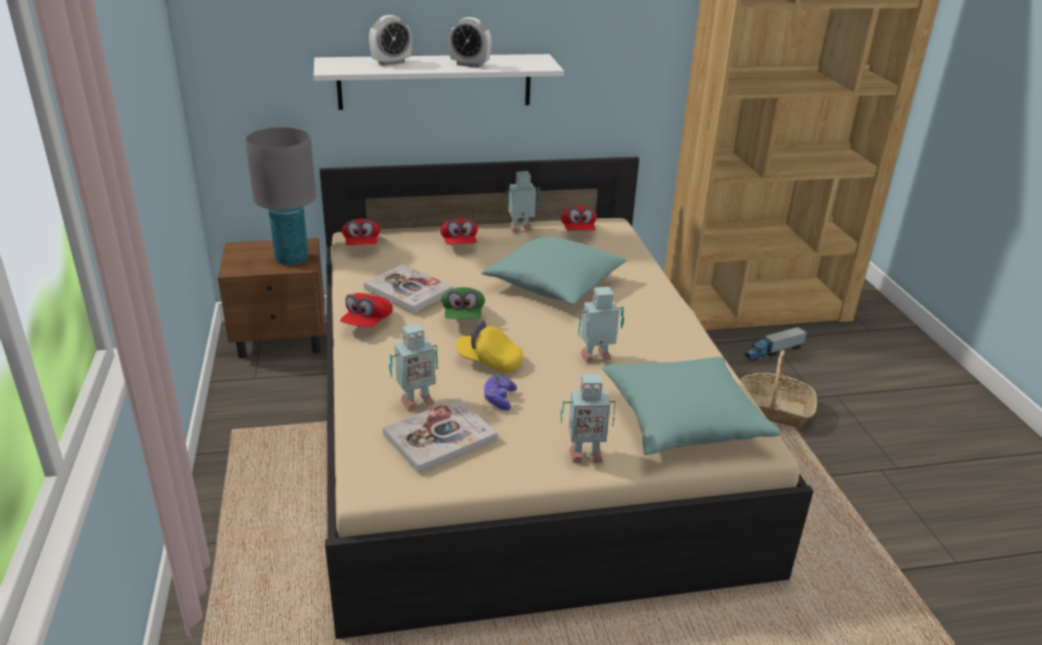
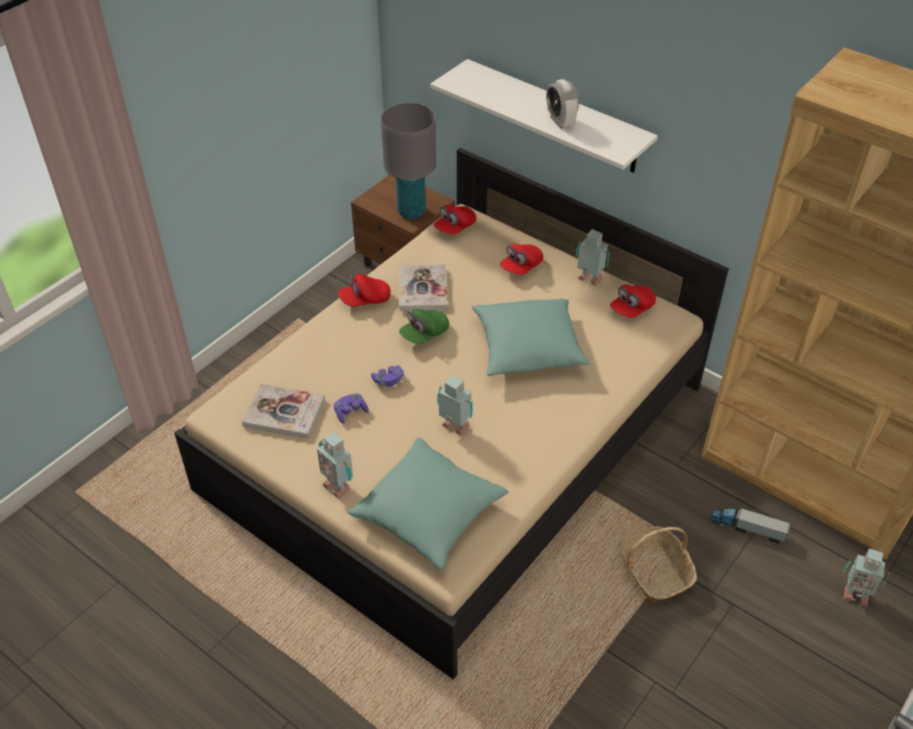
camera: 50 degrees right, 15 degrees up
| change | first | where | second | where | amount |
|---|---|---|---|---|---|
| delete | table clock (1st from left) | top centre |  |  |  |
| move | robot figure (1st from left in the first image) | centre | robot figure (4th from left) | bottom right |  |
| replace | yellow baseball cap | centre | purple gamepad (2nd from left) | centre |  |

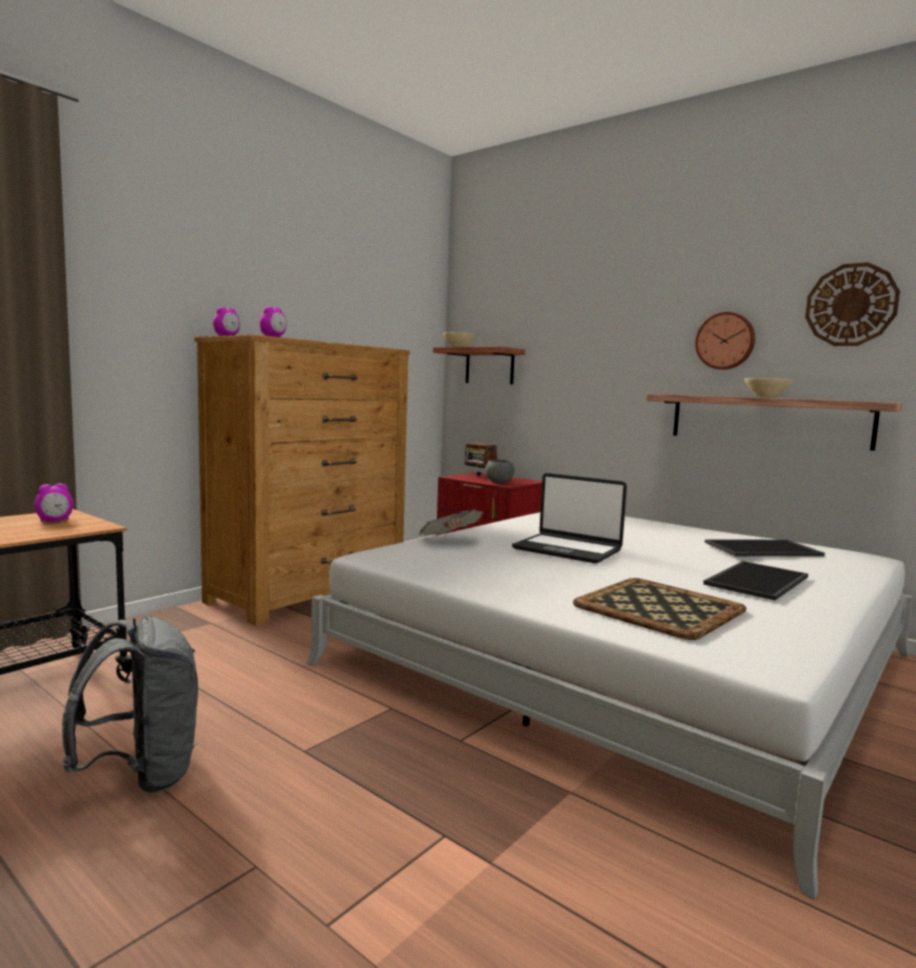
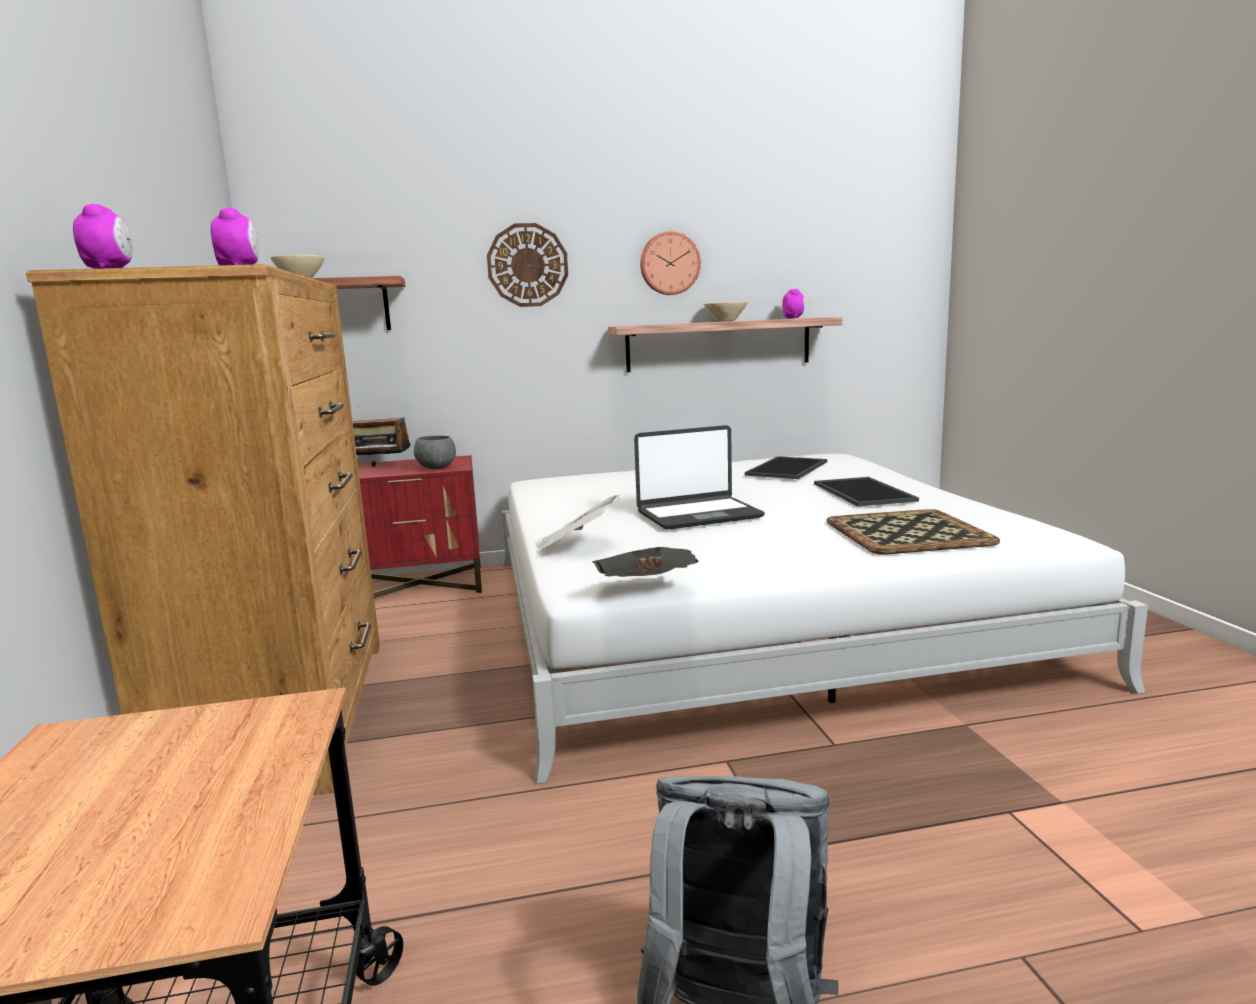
camera: 50 degrees left, 5 degrees up
| change | first | where | second | where | amount |
|---|---|---|---|---|---|
| insert |  |  | printed paper (2nd from left) | centre |  |
| move | table clock (1st from left in the first image) | middle left | table clock (3rd from left) | top centre |  |
| move | hanging clock (2nd from left in the first image) | top right | hanging clock (1st from left) | top centre |  |

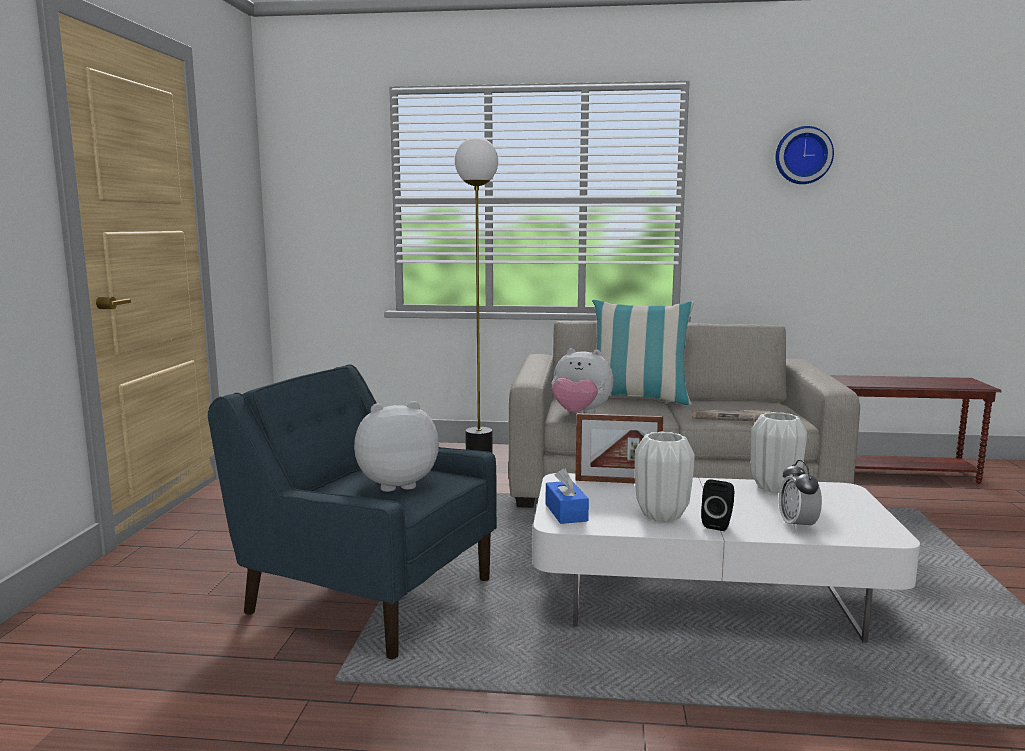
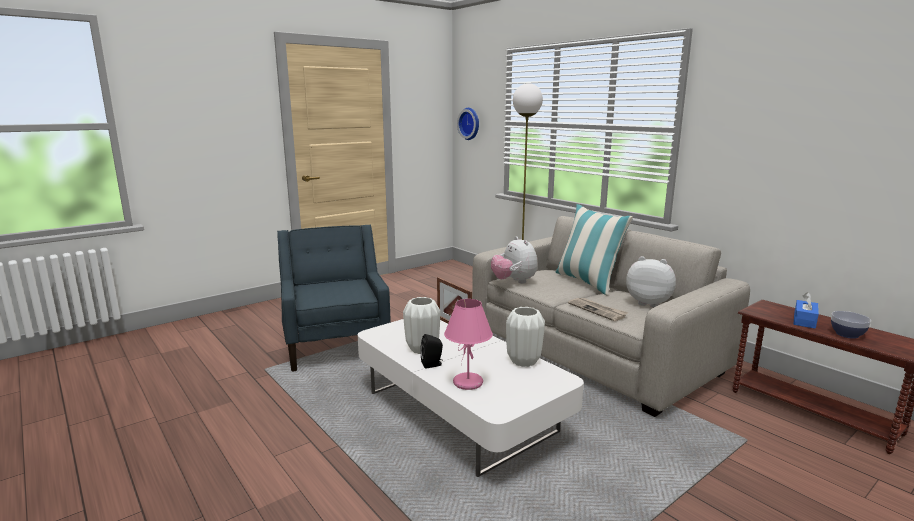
camera: 45 degrees right, 5 degrees up
| change | first | where | second | where | amount |
|---|---|---|---|---|---|
| insert |  |  | serving bowl | middle right |  |
| move | cuddly toy (1st from left in the first image) | centre | cuddly toy (2nd from left) | middle right |  |
| move | blue tissue box | centre |  | middle right |  |
| move | hanging clock | top right |  | top centre |  |
| replace | table clock | middle right | pink lamp for a table | centre |  |

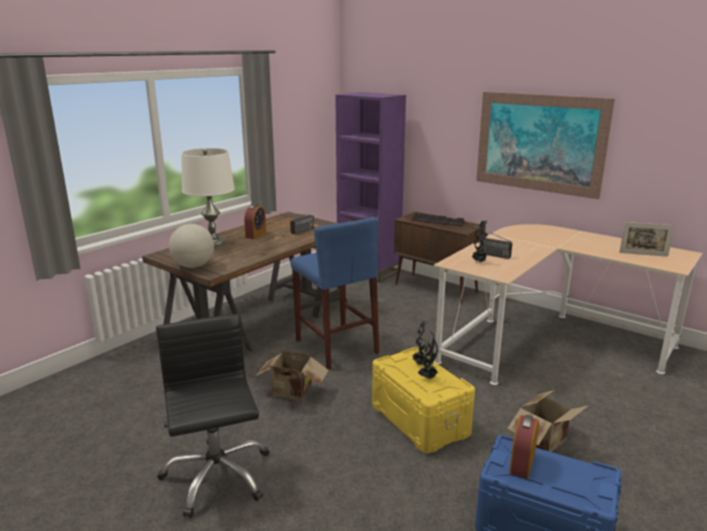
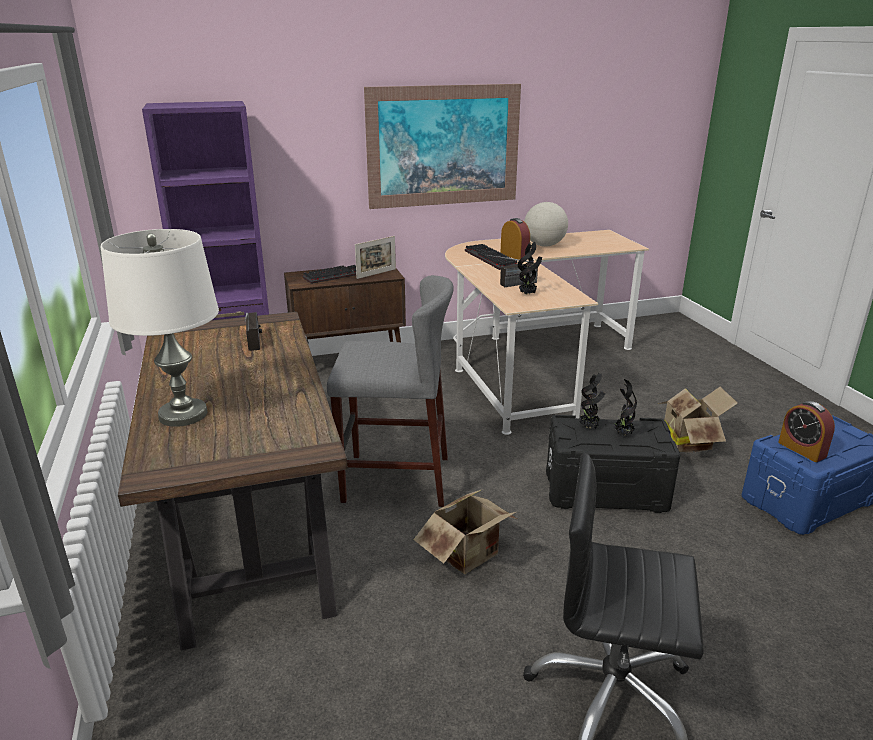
camera: 55 degrees left, 5 degrees up
| change | first | where | second | where | amount |
|---|---|---|---|---|---|
| insert |  |  | keyboard (2nd from left) | centre |  |
| move | desk globe | middle left |  | top centre |  |
| move | table clock (1st from left) | centre |  | top centre |  |
| move | picture frame | middle right |  | centre |  |
| recolor | blue sitting stool | centre | grey sitting stool | centre |  |
| recolor | yellow storage container | bottom centre | black storage container | middle right |  |

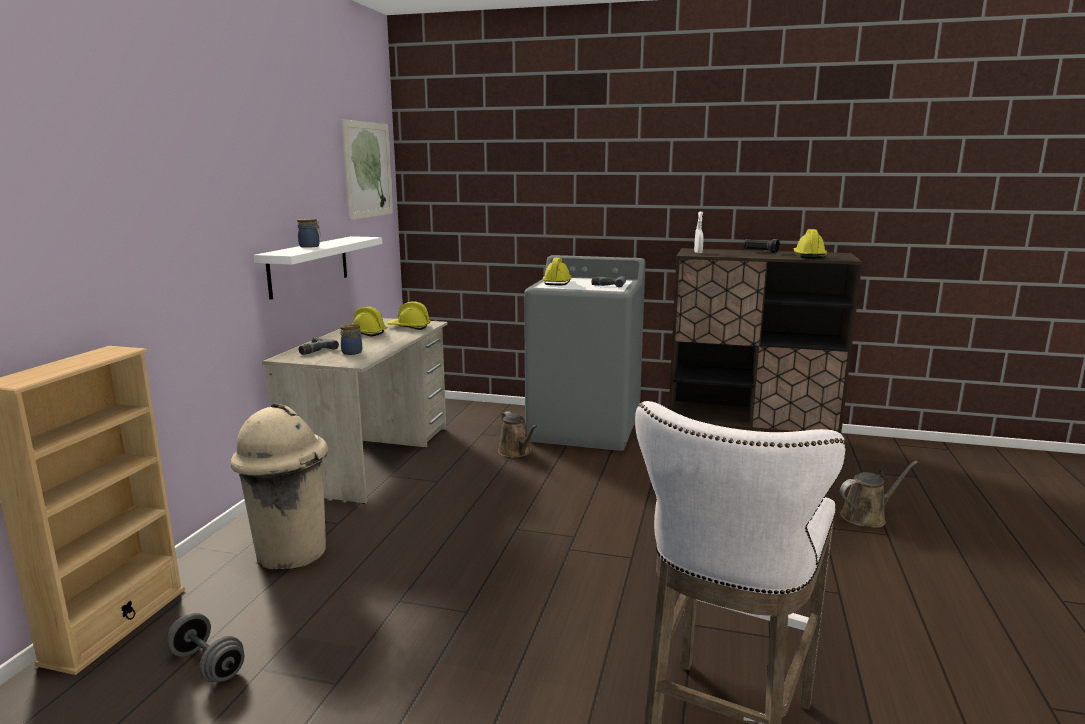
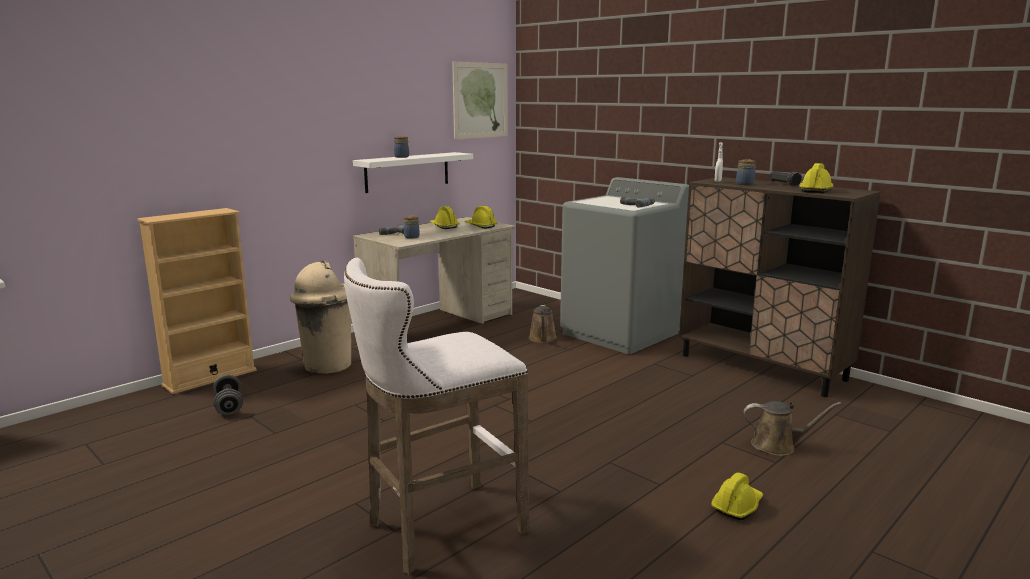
camera: 30 degrees right, 0 degrees up
| change | first | where | second | where | amount |
|---|---|---|---|---|---|
| insert |  |  | jar (3rd from left) | top right |  |
| move | yellow safety helmet (3rd from left) | centre |  | bottom right |  |

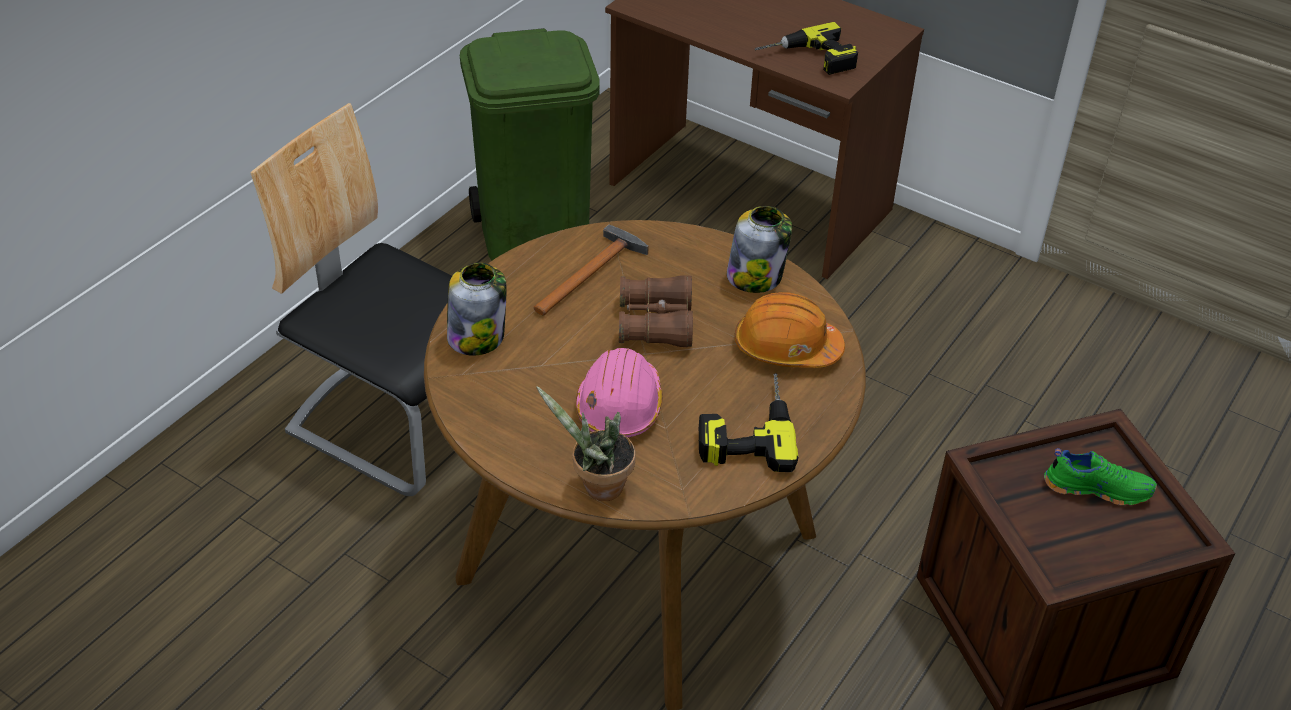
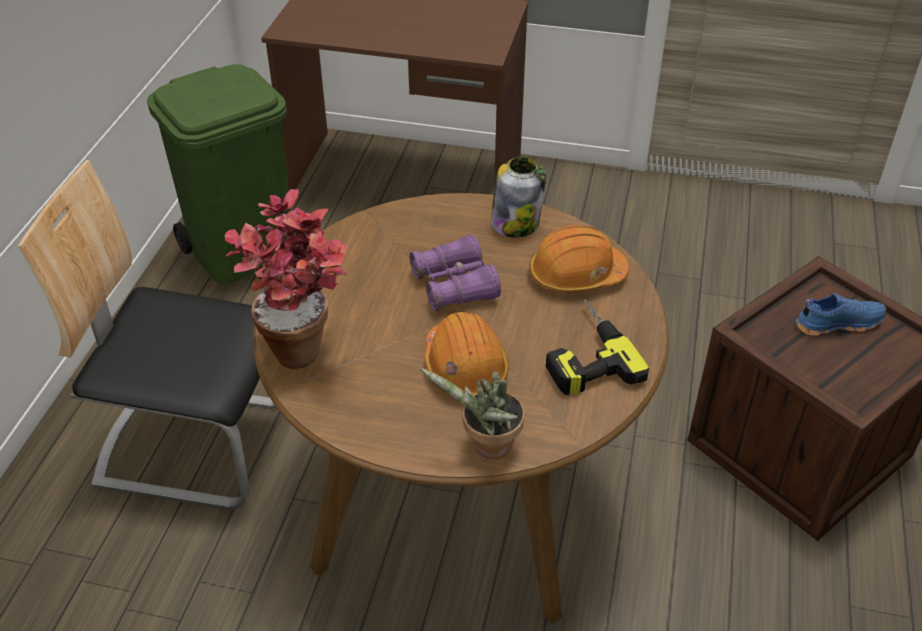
camera: 20 degrees left, 0 degrees up
| change | first | where | second | where | amount |
|---|---|---|---|---|---|
| delete | hand hammer | centre |  |  |  |
| delete | electric drill (2nd from left) | top centre |  |  |  |
| replace | jar (1st from left) | centre | houseplant (1st from left) | middle left |  |
| recolor | pink safety helmet | centre | orange-coloured safety helmet (1st from left) | centre |  |
| recolor | brown binoculars | centre | purple binoculars | centre |  |
| recolor | green low shoe | bottom right | blue low shoe | middle right |  |

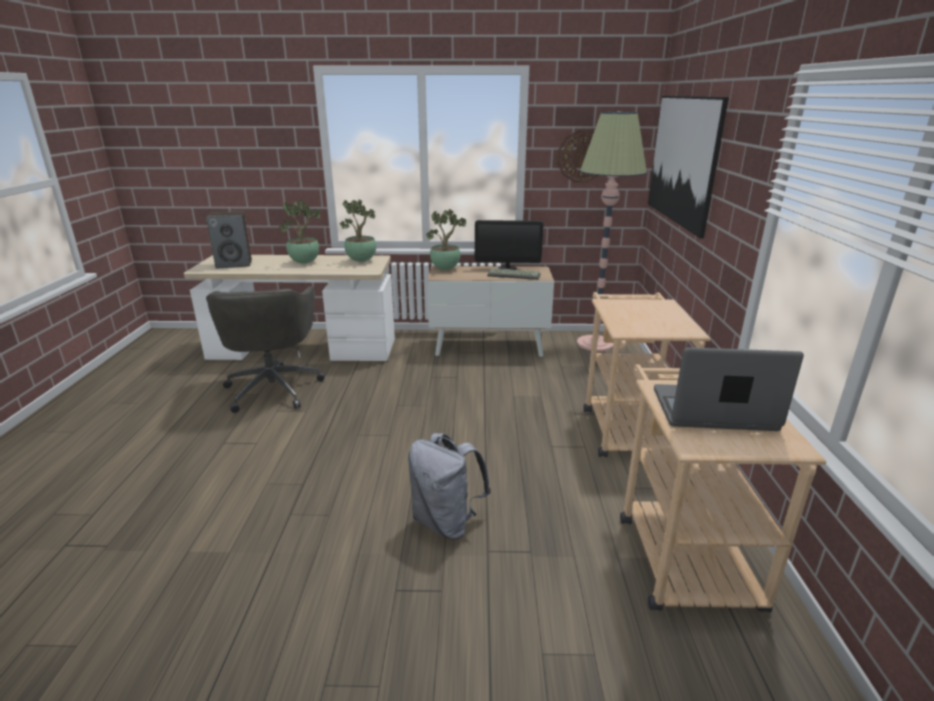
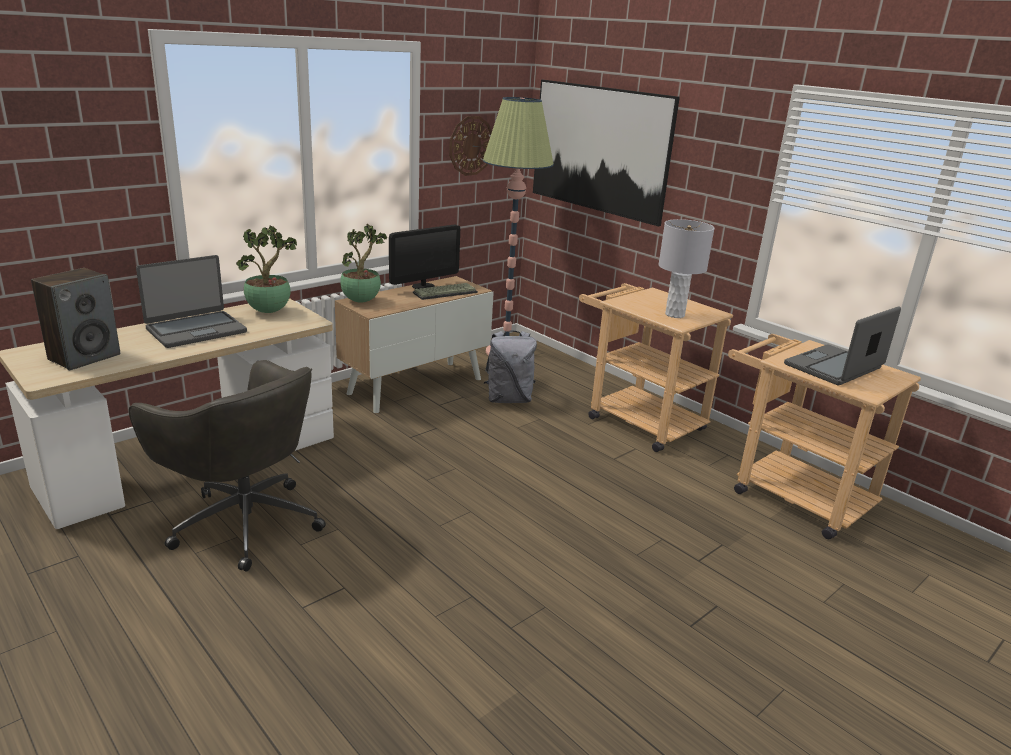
camera: 45 degrees left, 0 degrees up
| change | first | where | second | where | amount |
|---|---|---|---|---|---|
| insert |  |  | grey lamp for a table | middle right |  |
| move | grey knapsack | bottom centre |  | centre |  |
| replace | houseplant (1st from left) | top left | notebook computer (1st from left) | middle left |  |

